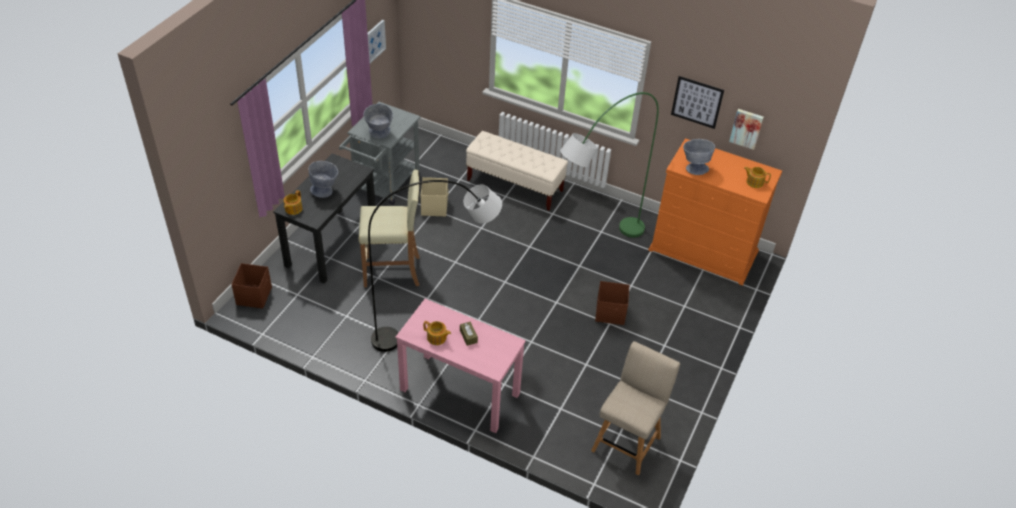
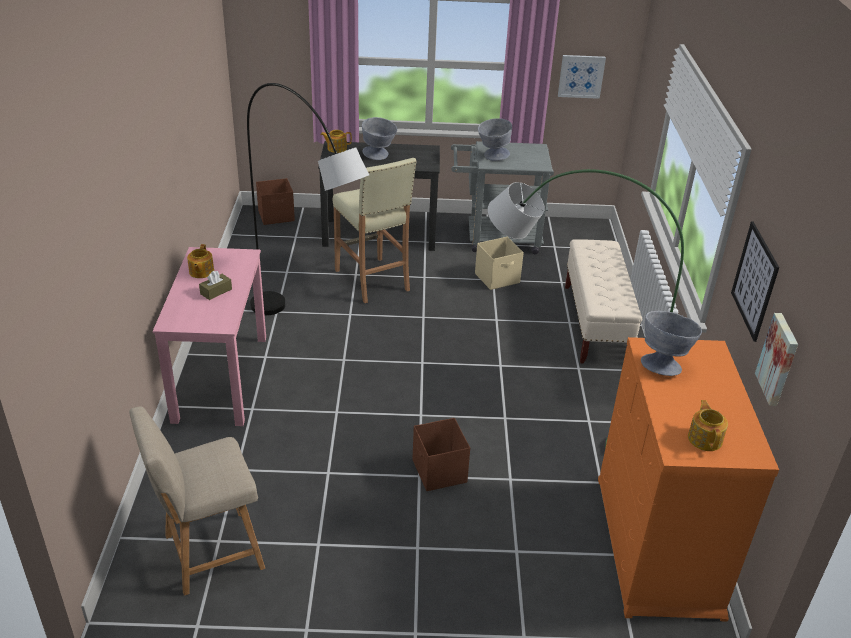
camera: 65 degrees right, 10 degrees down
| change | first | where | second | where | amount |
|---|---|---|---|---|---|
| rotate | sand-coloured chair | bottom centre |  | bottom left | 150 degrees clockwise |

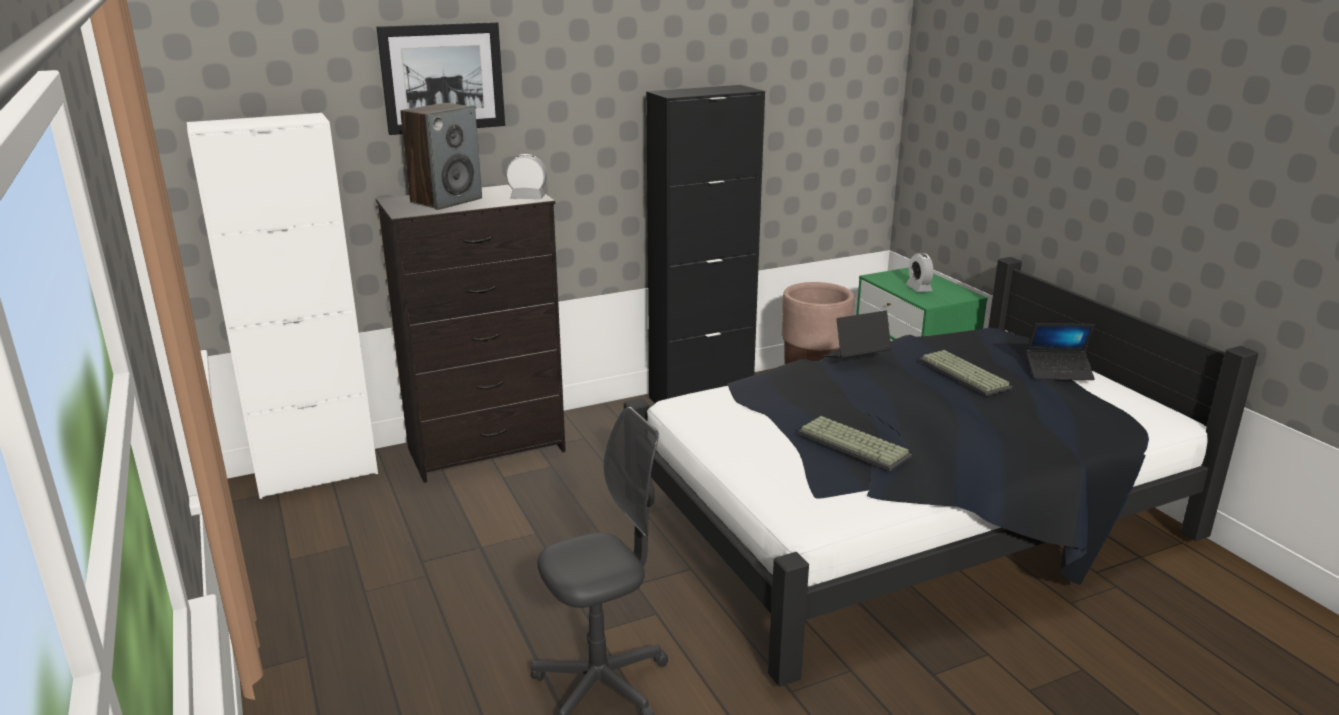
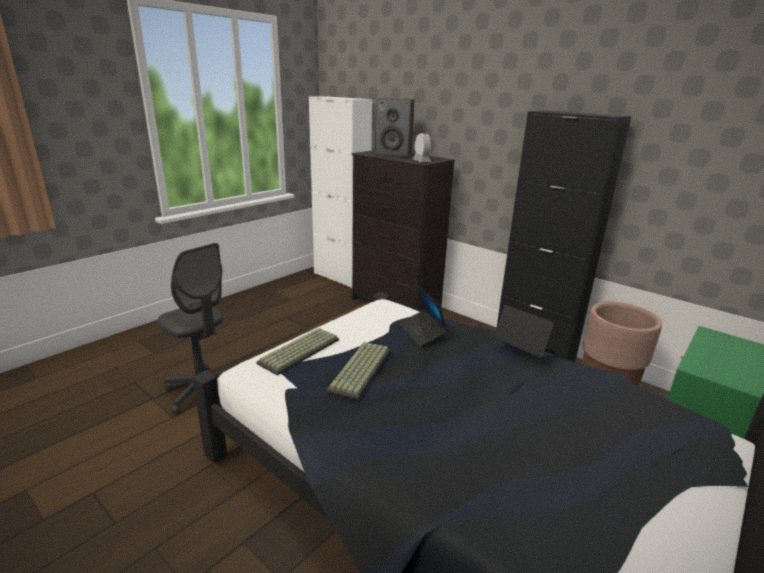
camera: 65 degrees right, 0 degrees up
| change | first | where | second | where | amount |
|---|---|---|---|---|---|
| delete | picture | top left |  |  |  |
| delete | table clock (2nd from left) | middle right |  |  |  |
| move | keyboard (2nd from left in the first image) | middle right | keyboard (1st from left) | centre |  |
| move | notebook computer (2nd from left in the first image) | middle right | notebook computer (1st from left) | centre |  |

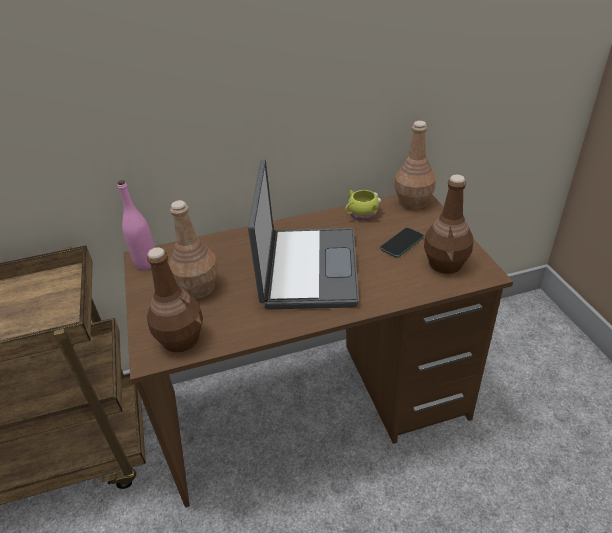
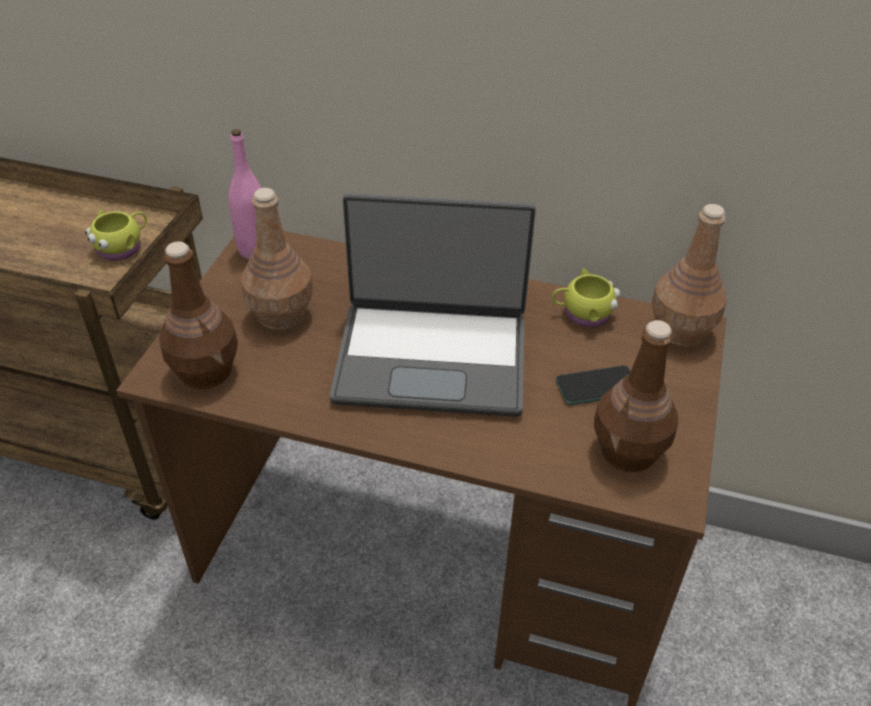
camera: 30 degrees right, 5 degrees up
| change | first | where | second | where | amount |
|---|---|---|---|---|---|
| insert |  |  | yellow tea mug (1st from left) | top left |  |
| rotate | notebook computer | centre |  | centre | 60 degrees clockwise |

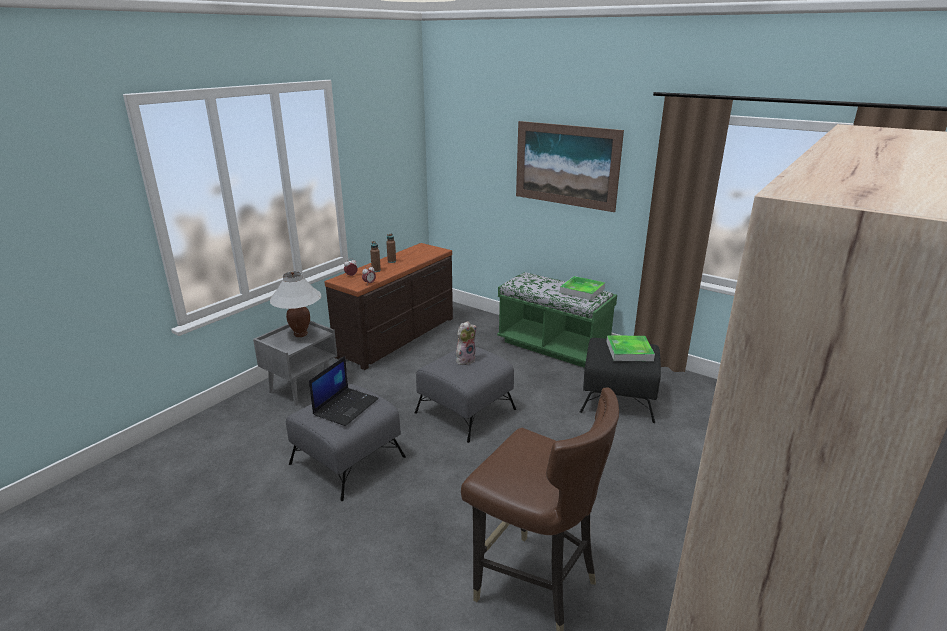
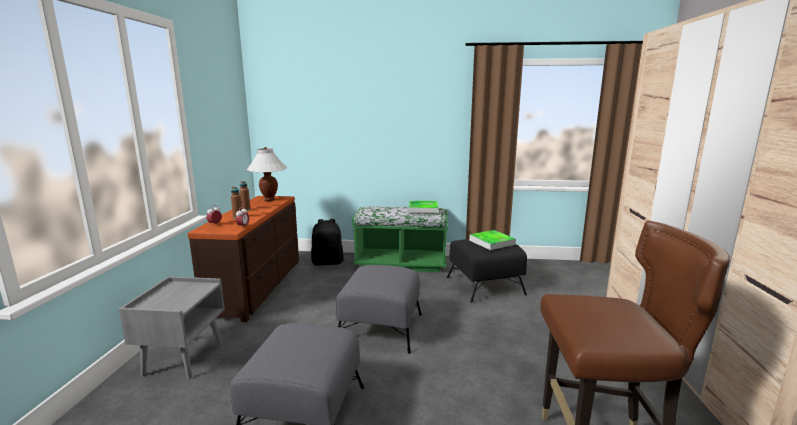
camera: 30 degrees left, 10 degrees down
| change | first | where | second | where | amount |
|---|---|---|---|---|---|
| delete | notebook computer | centre |  |  |  |
| delete | cuddly toy | centre |  |  |  |
| delete | picture | top centre |  |  |  |
| insert |  |  | black knapsack | centre |  |
| move | white-coloured lamp for a table | middle left |  | centre |  |

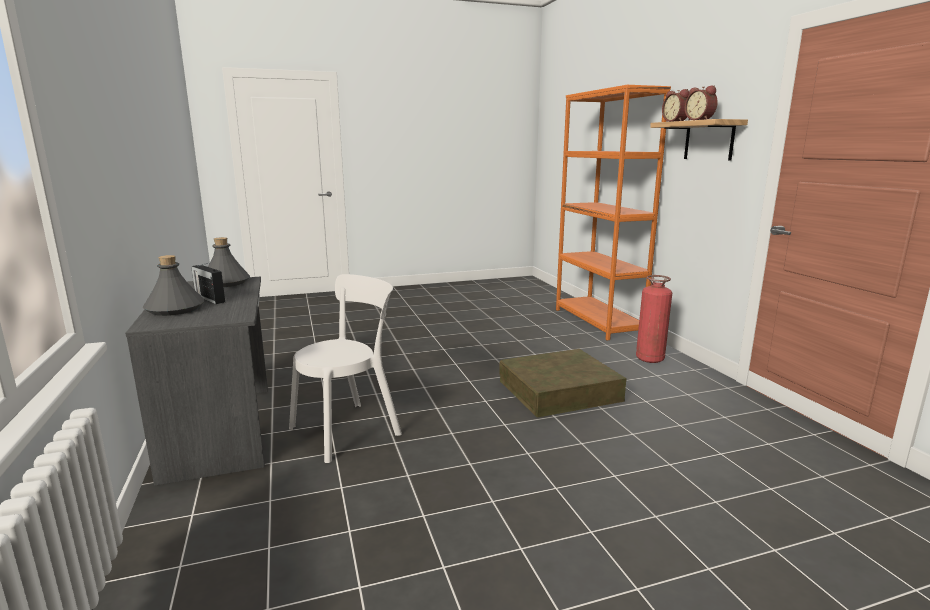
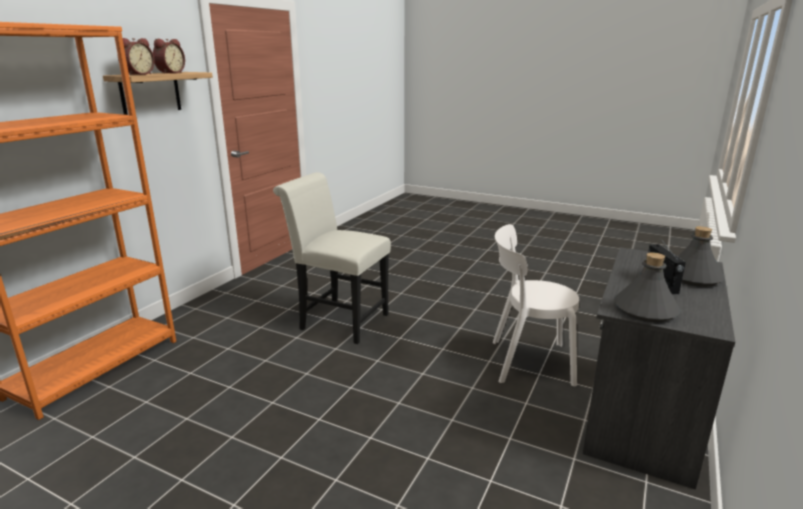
camera: 135 degrees left, 5 degrees up
| change | first | where | second | where | amount |
|---|---|---|---|---|---|
| delete | extinguisher | middle right |  |  |  |
| replace | brown storage container | centre | white-coloured chair (1st from left) | centre |  |

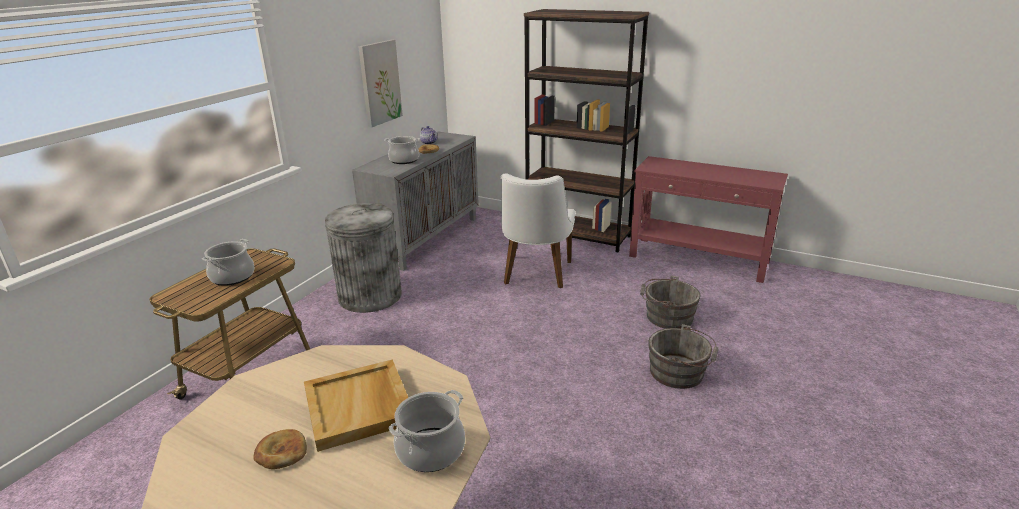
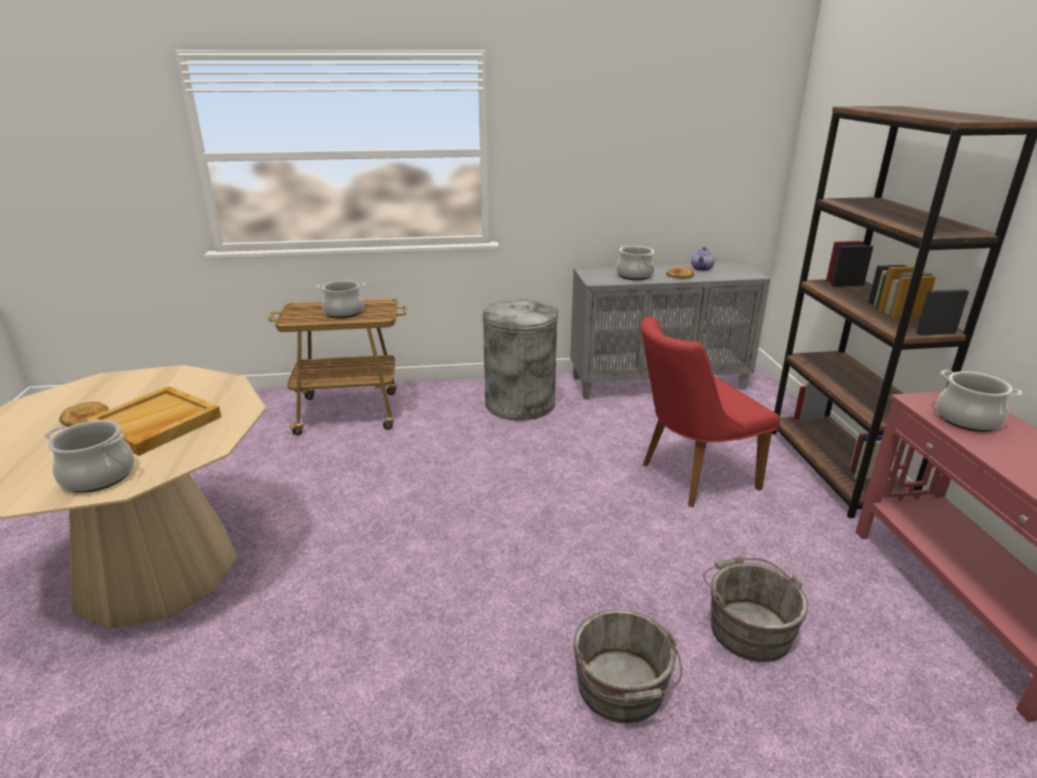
camera: 55 degrees right, 0 degrees up
| change | first | where | second | where | amount |
|---|---|---|---|---|---|
| delete | picture | top centre |  |  |  |
| insert |  |  | cooking pot (4th from left) | middle right |  |
| recolor | white-coloured chair | centre | red-coloured chair | middle right |  |

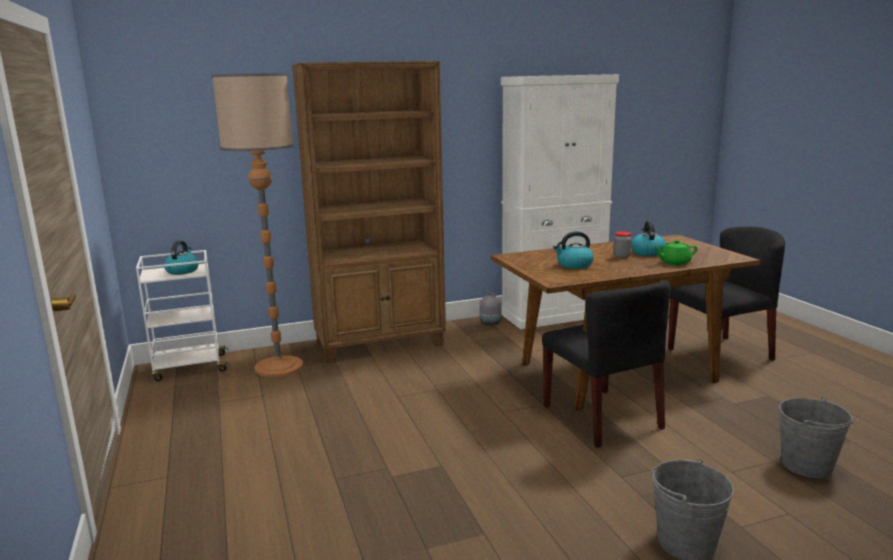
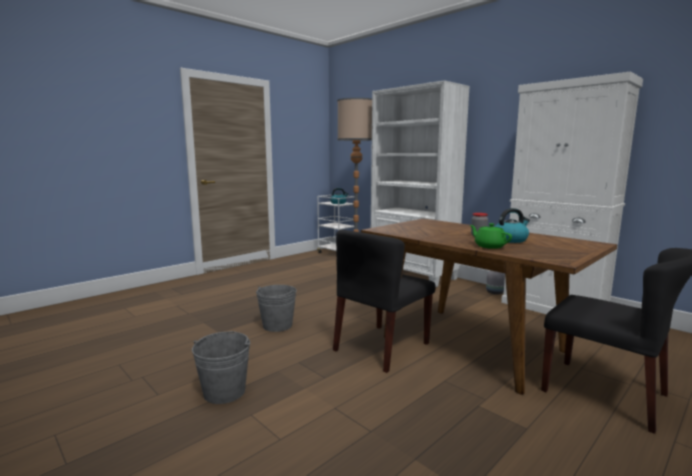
camera: 65 degrees right, 5 degrees down
| change | first | where | second | where | amount |
|---|---|---|---|---|---|
| delete | kettle (2nd from left) | centre |  |  |  |
| move | grey bucket (2nd from left) | bottom right |  | centre |  |
| recolor | brown shelving unit | centre | white-coloured shelving unit | centre |  |

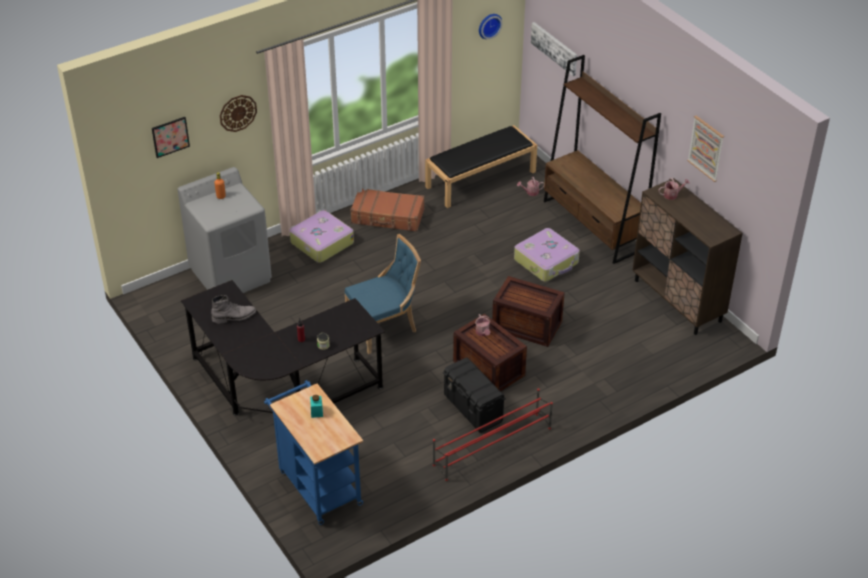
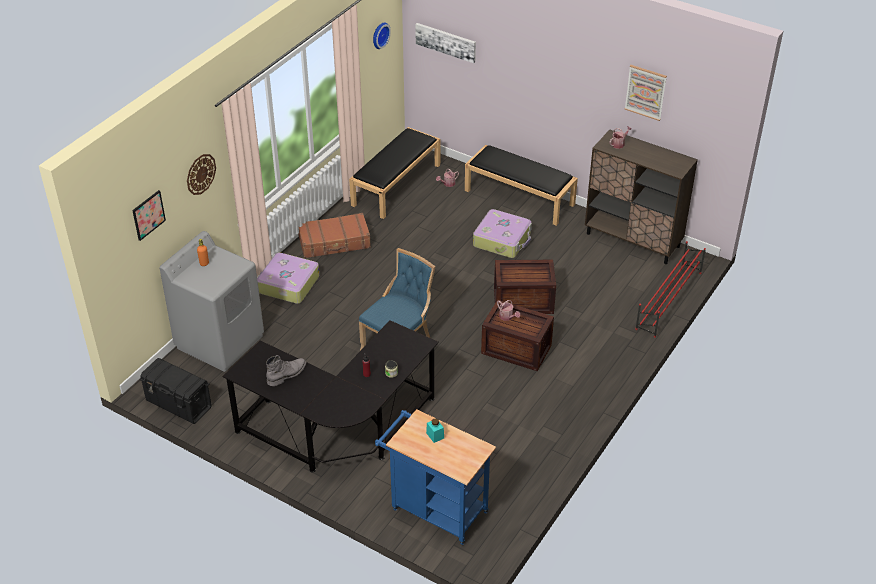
camera: 25 degrees left, 0 degrees up
| change | first | where | second | where | amount |
|---|---|---|---|---|---|
| move | red-coloured shoe rack | bottom centre |  | middle right |  |
| move | black storage container | bottom centre |  | bottom left |  |
| replace | brown shelving unit | top right | black bench (2nd from left) | top centre |  |

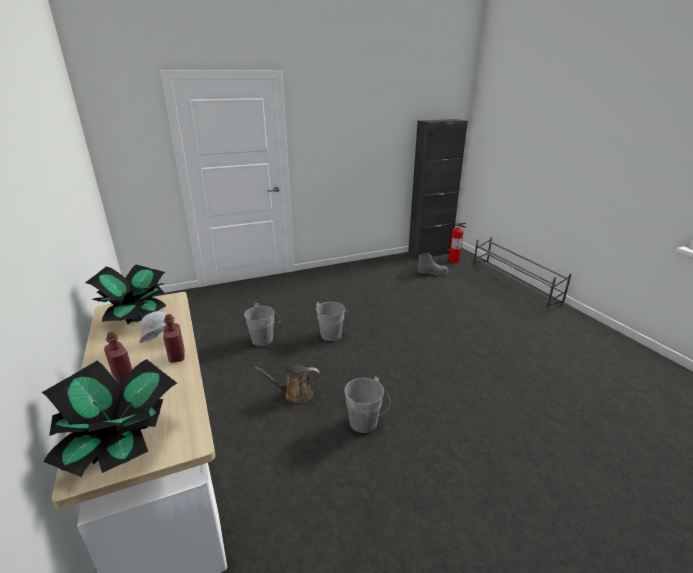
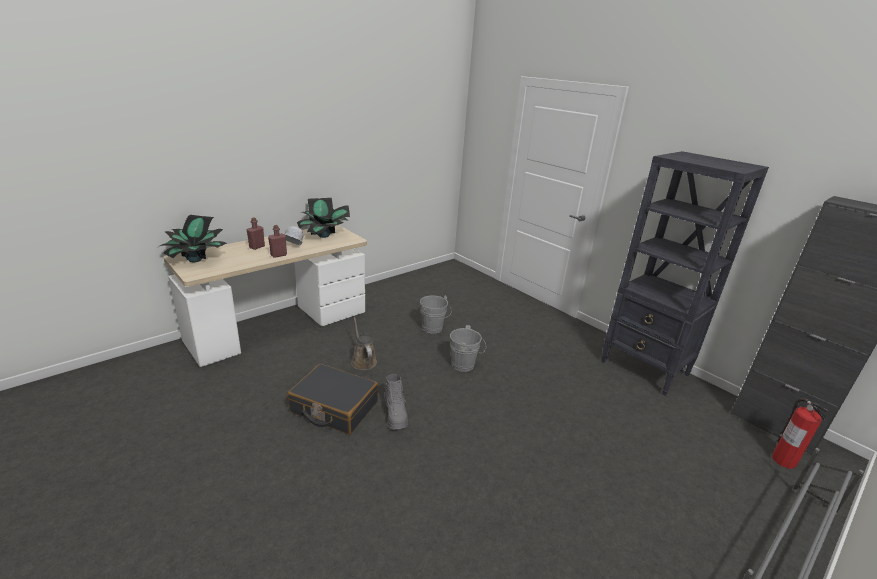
camera: 70 degrees right, 0 degrees up
| change | first | where | second | where | amount |
|---|---|---|---|---|---|
| insert |  |  | black shelving unit | middle right |  |
| move | grey high-top boot | centre |  | bottom centre |  |
| replace | grey bucket (3rd from left) | bottom centre | black piece of luggage | bottom centre |  |

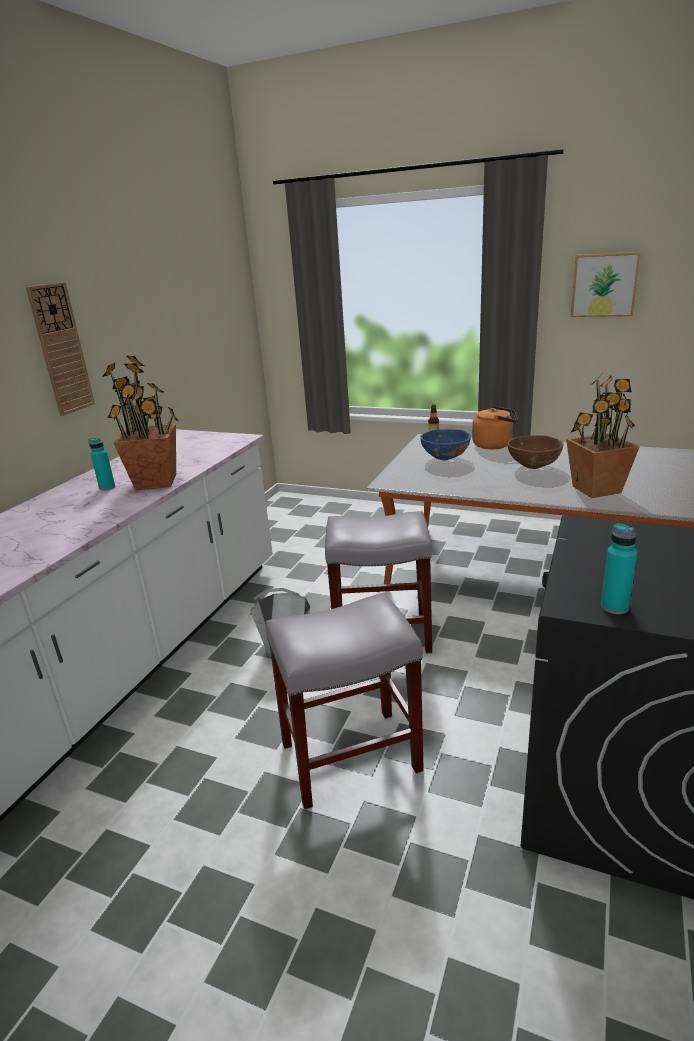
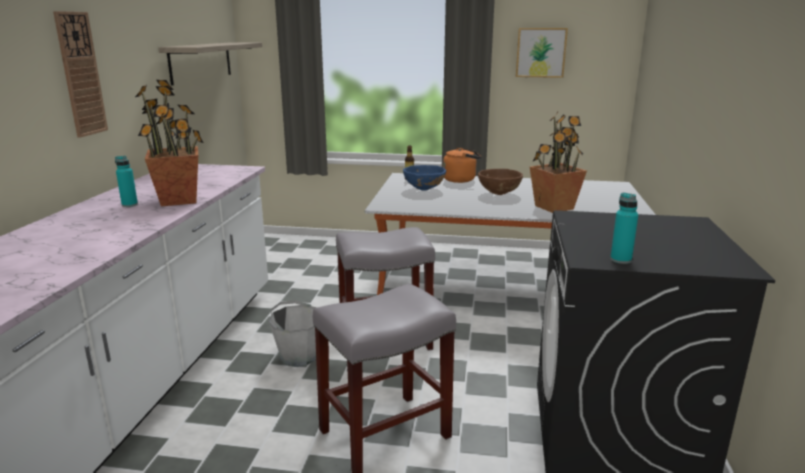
camera: 15 degrees left, 5 degrees down
| change | first | where | second | where | amount |
|---|---|---|---|---|---|
| insert |  |  | shelf | top left |  |

